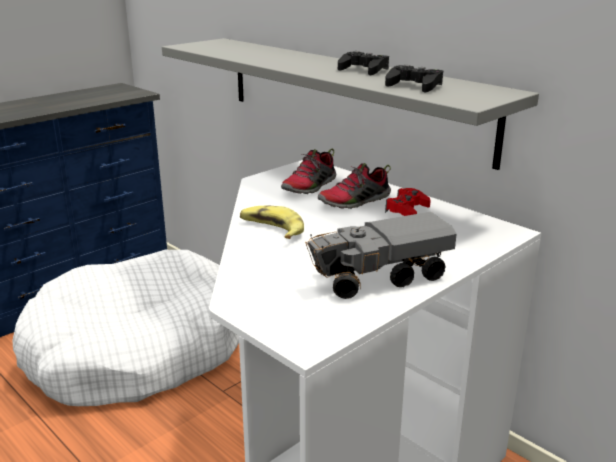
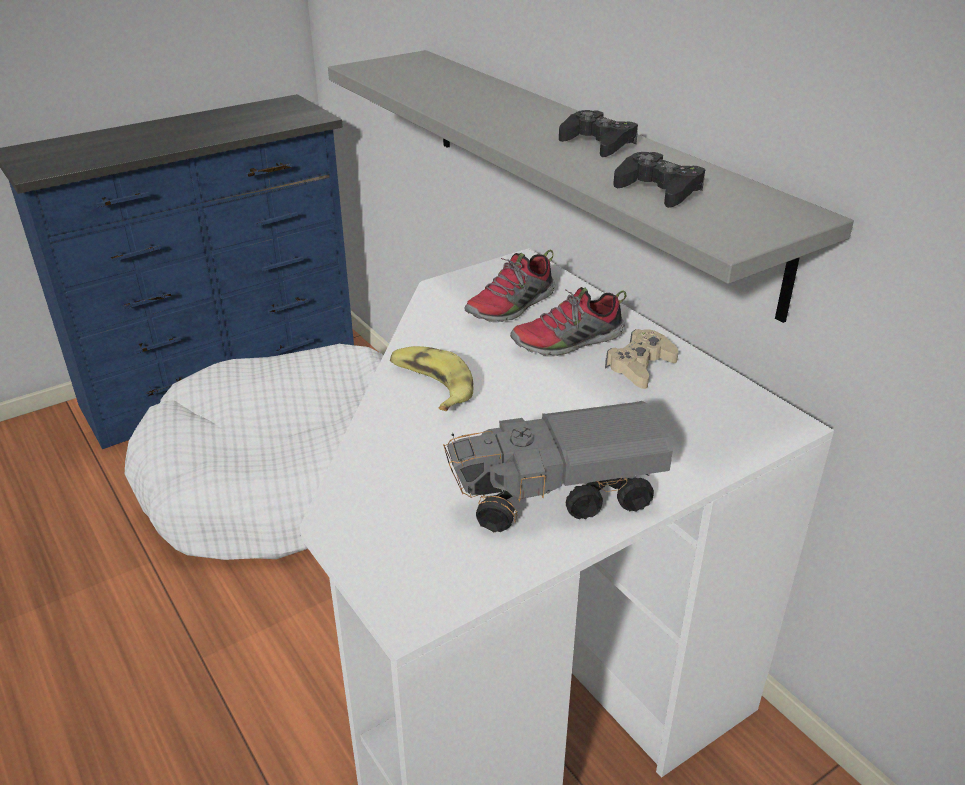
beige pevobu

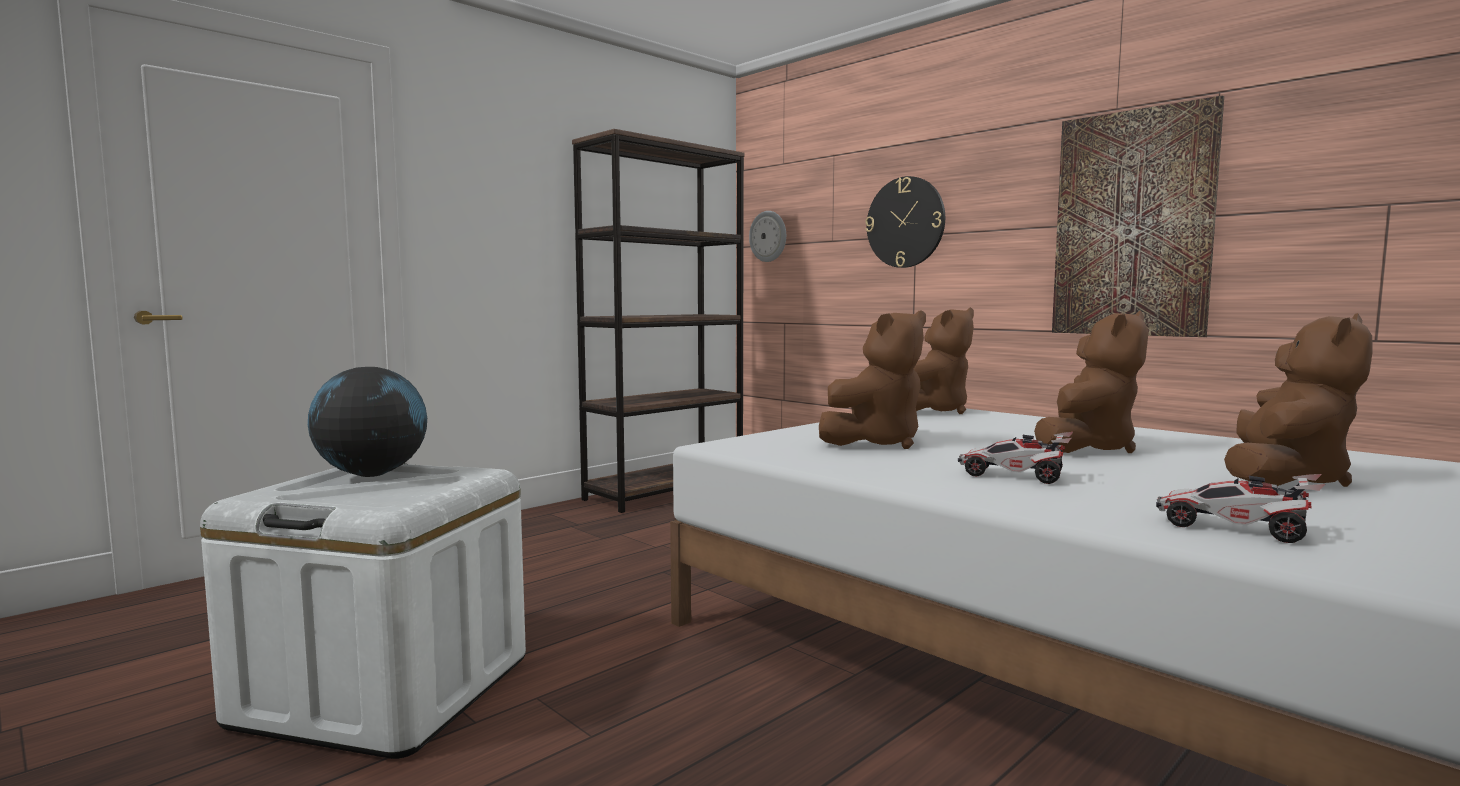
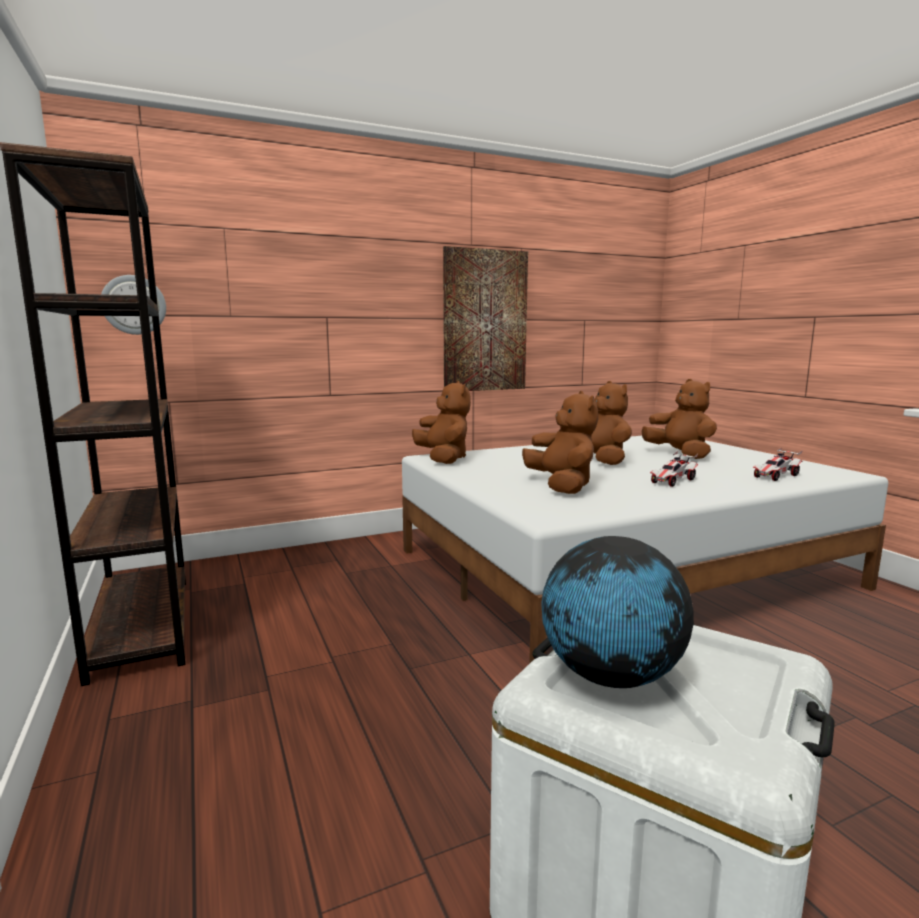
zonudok (2nd from left in the first image)

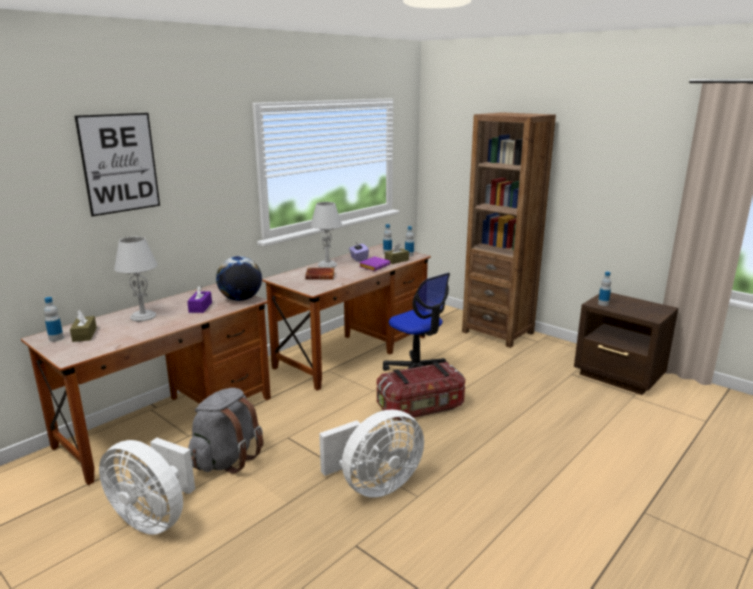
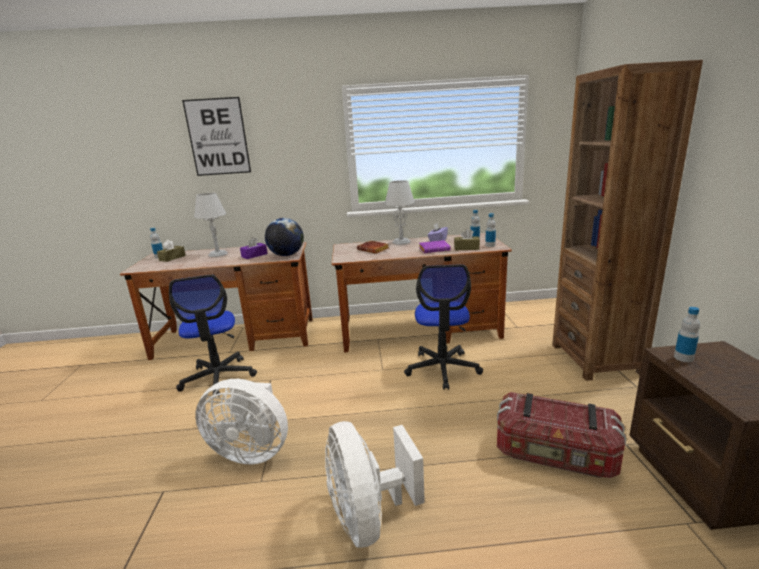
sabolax (1st from left); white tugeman (2nd from left); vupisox

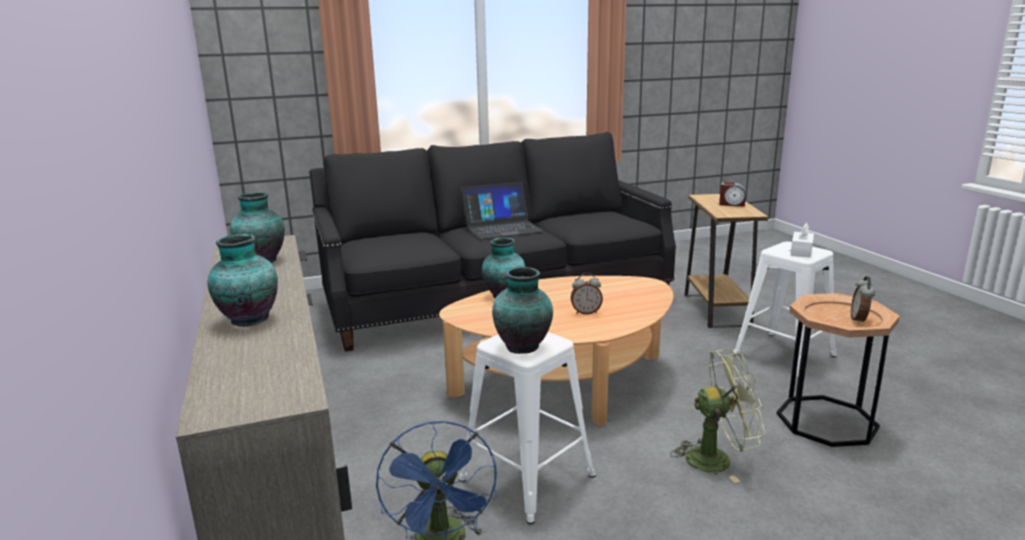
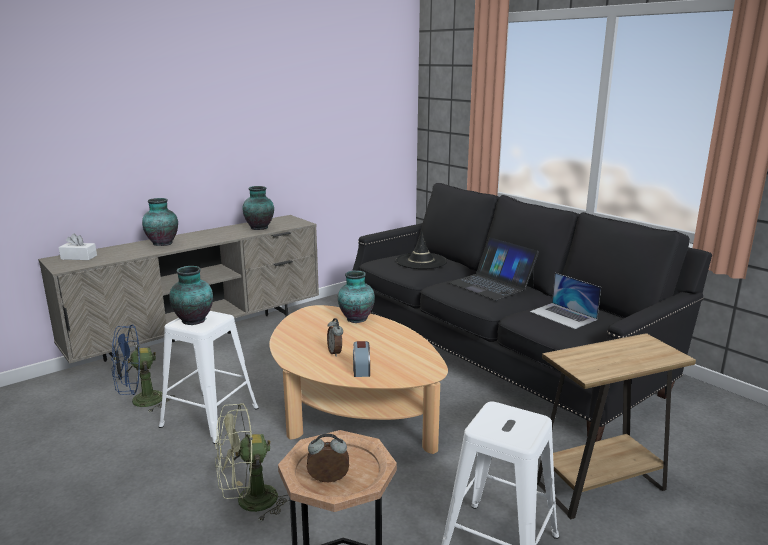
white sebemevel; green tugeman; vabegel (3rd from left); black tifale; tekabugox (2nd from left)

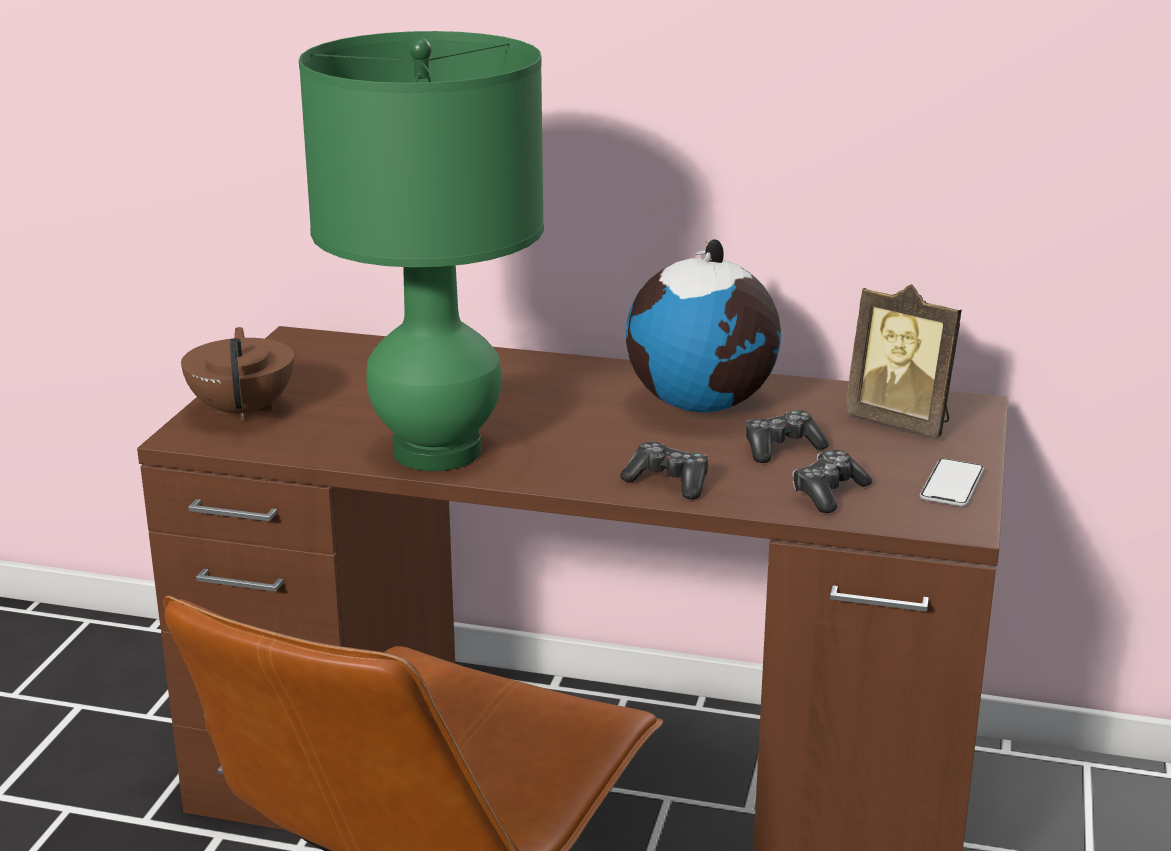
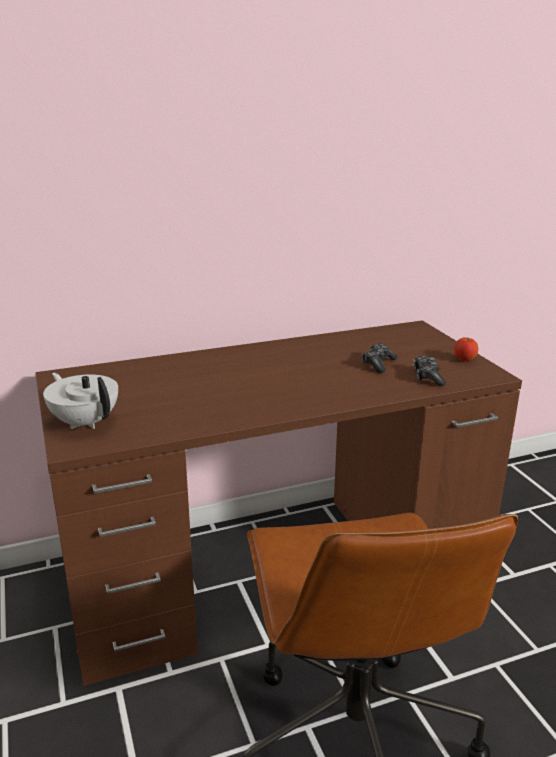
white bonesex; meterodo; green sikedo; pevobu (1st from left in the first image); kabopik; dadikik

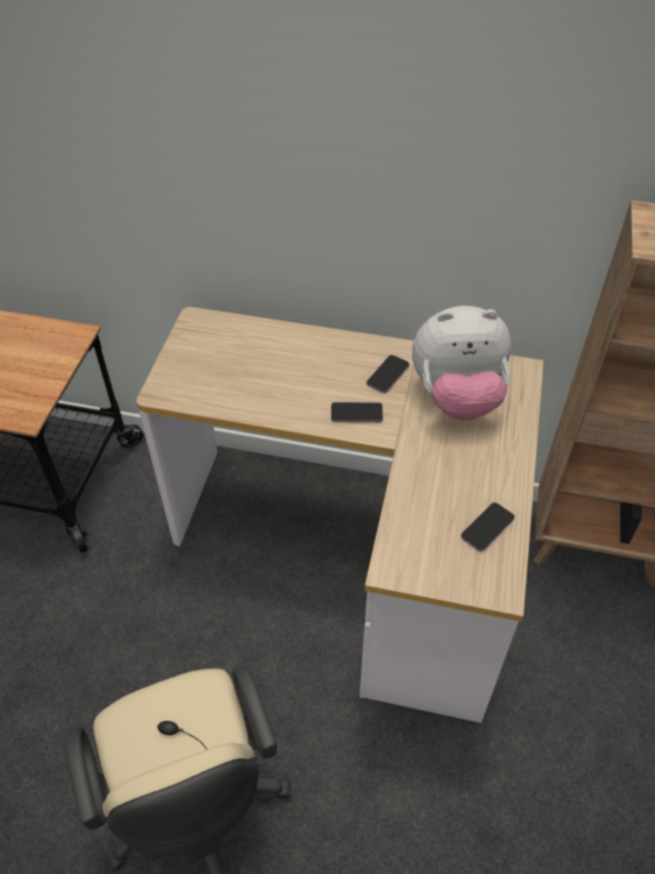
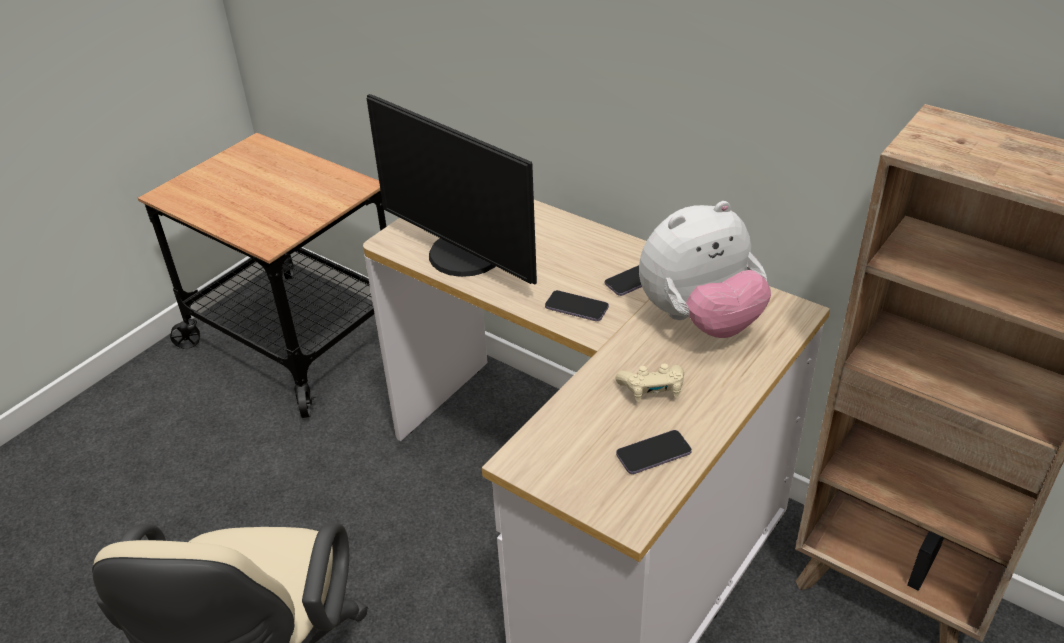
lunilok; beige pevobu; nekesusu

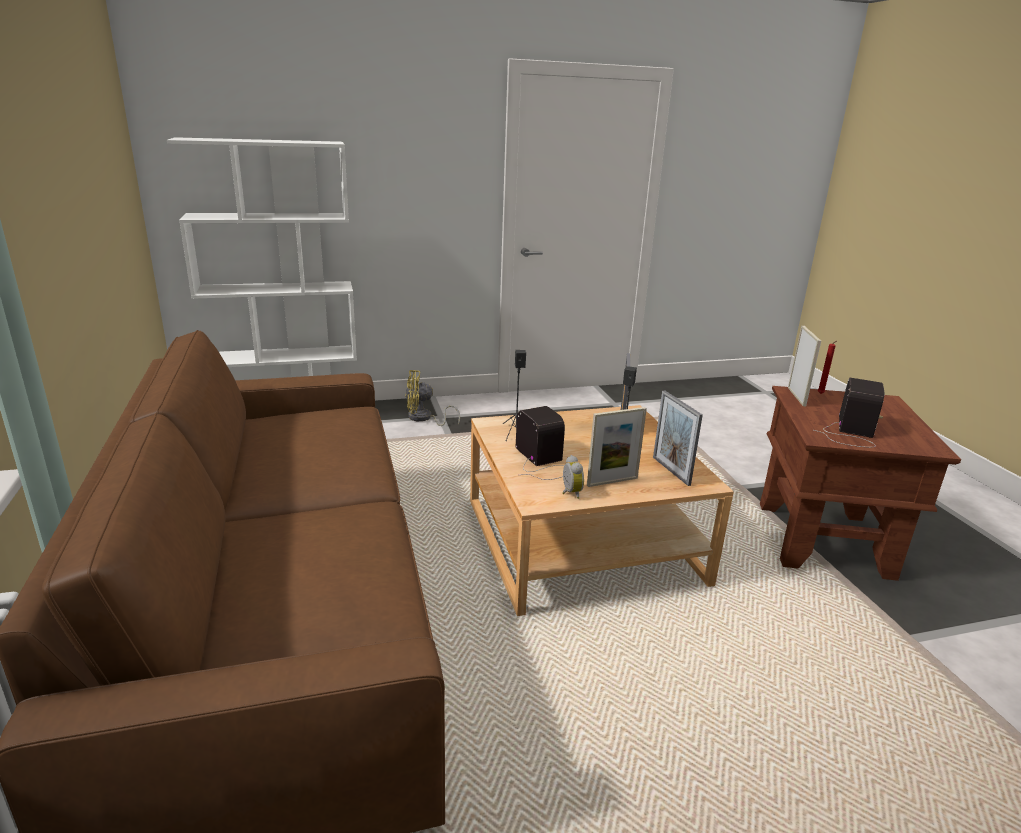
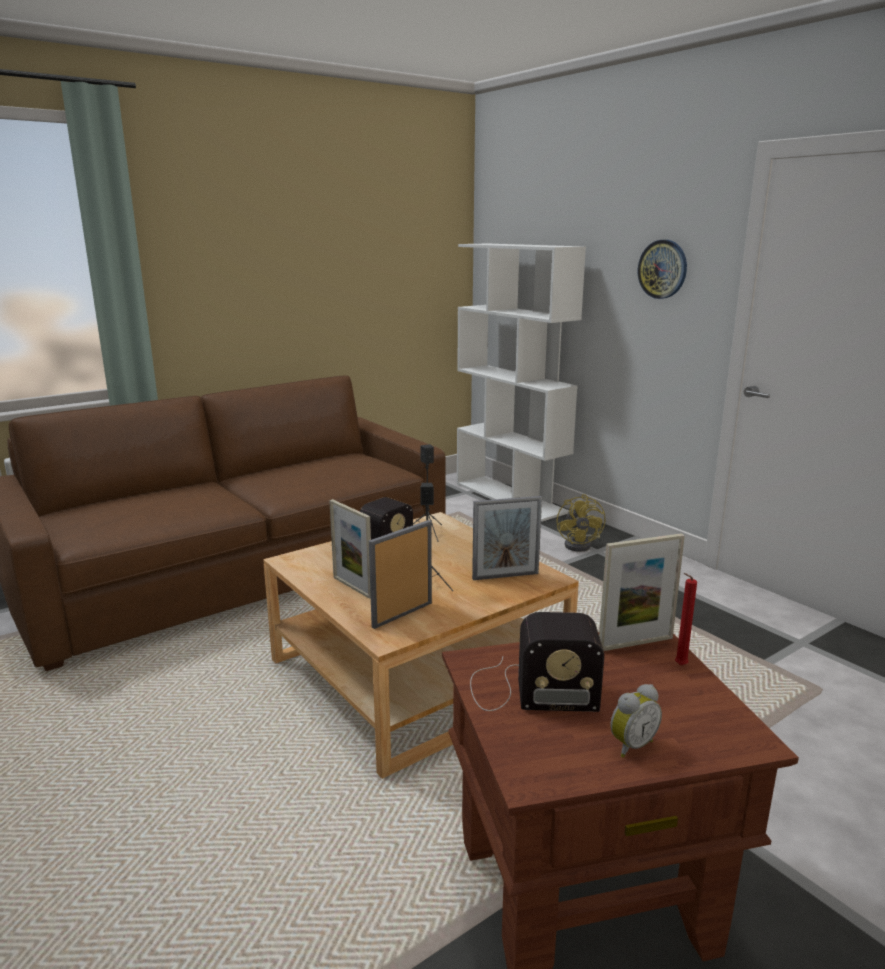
yellow tugeman; vabegel; zonudok

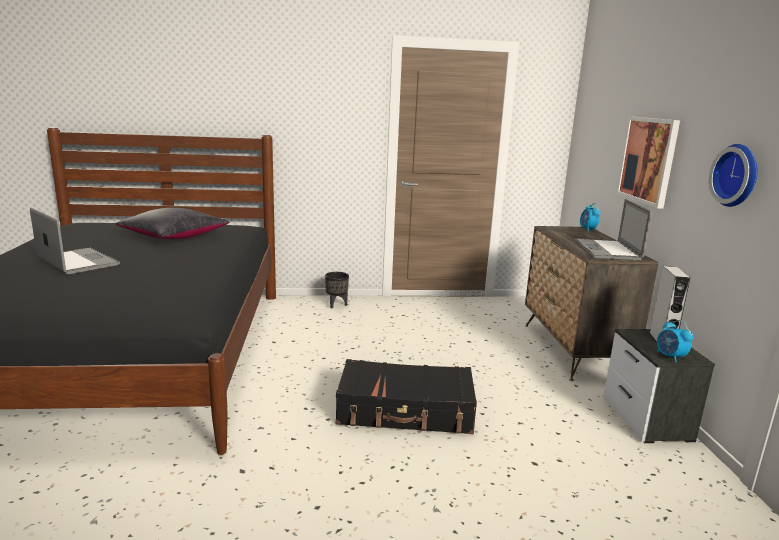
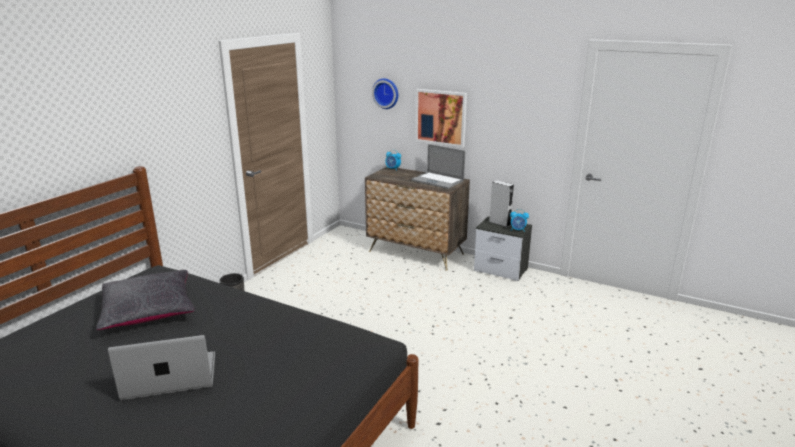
zonudok; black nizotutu

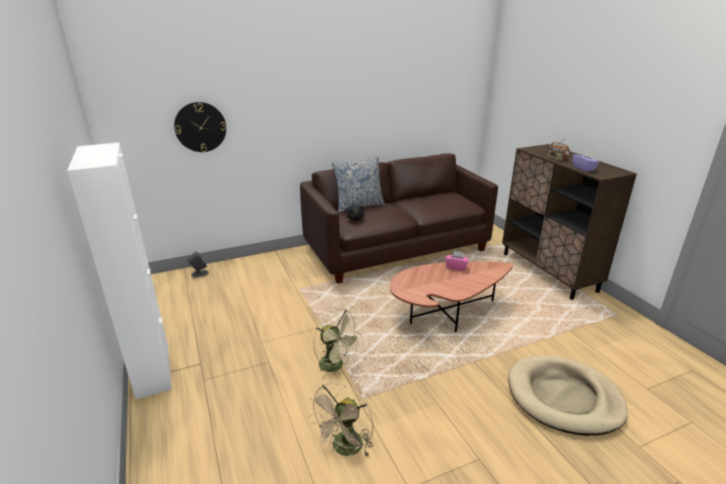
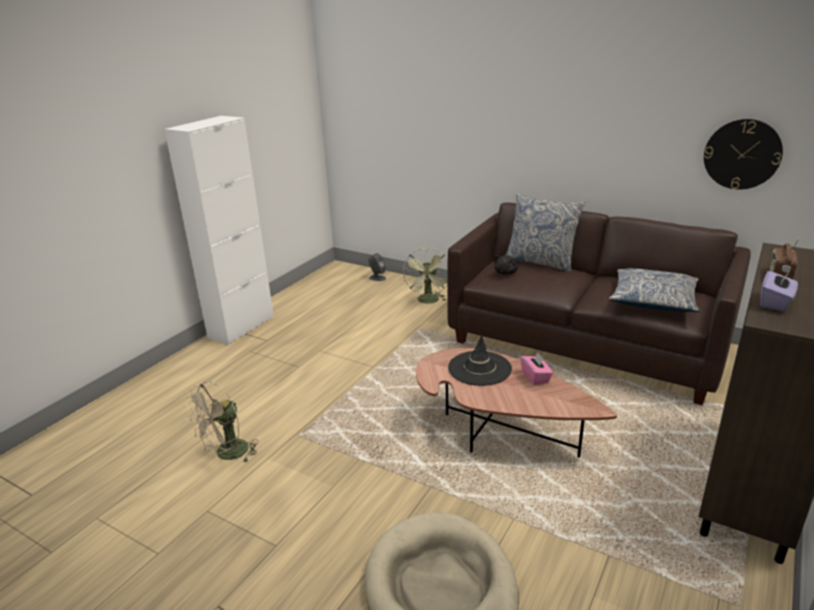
beige tugeman; green tugeman; black tifale; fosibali (2nd from left); zonudok

